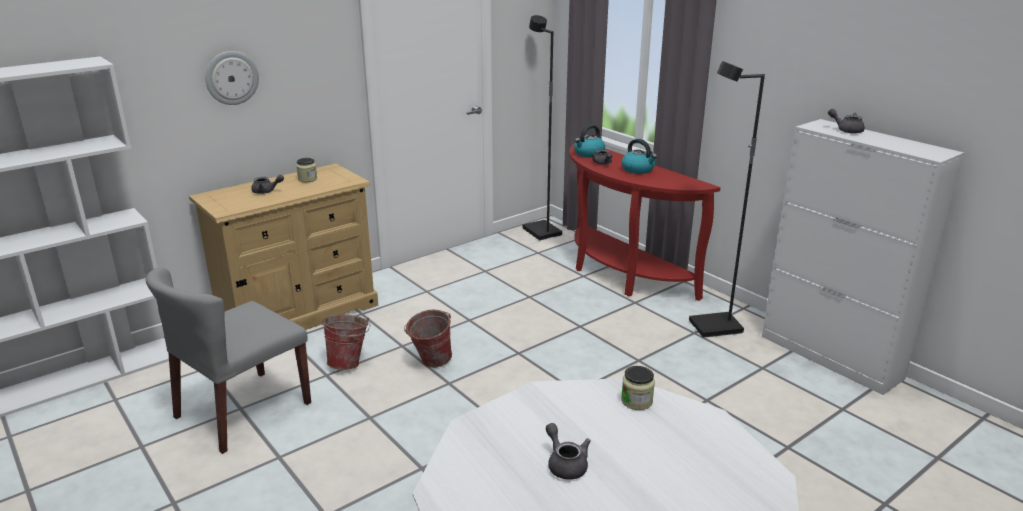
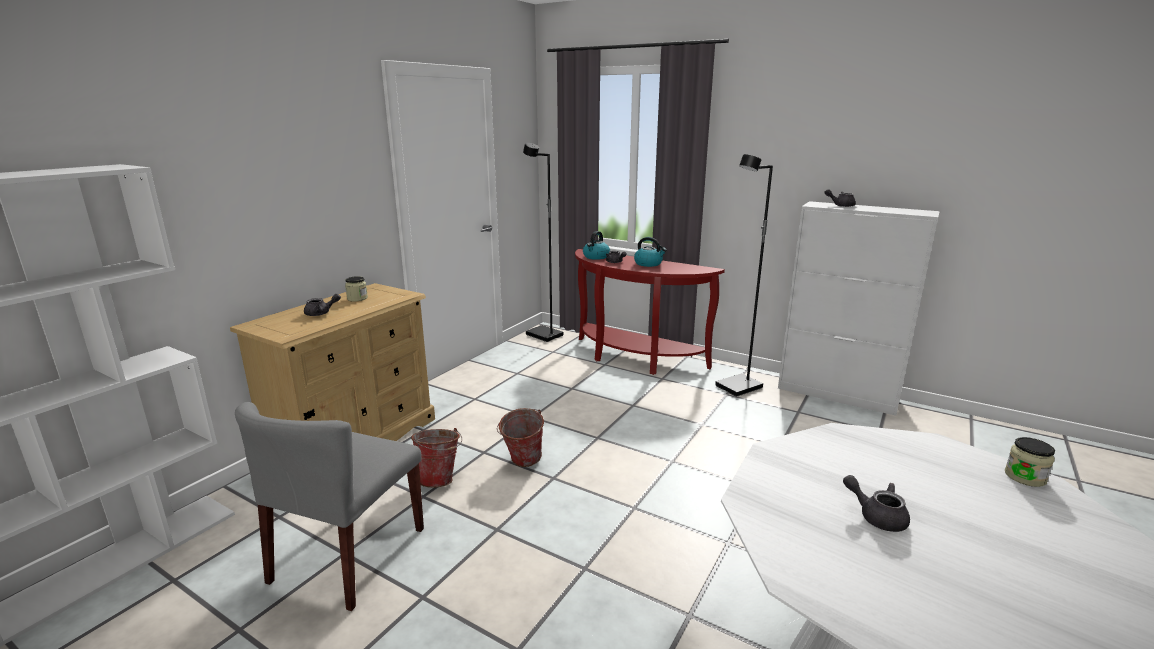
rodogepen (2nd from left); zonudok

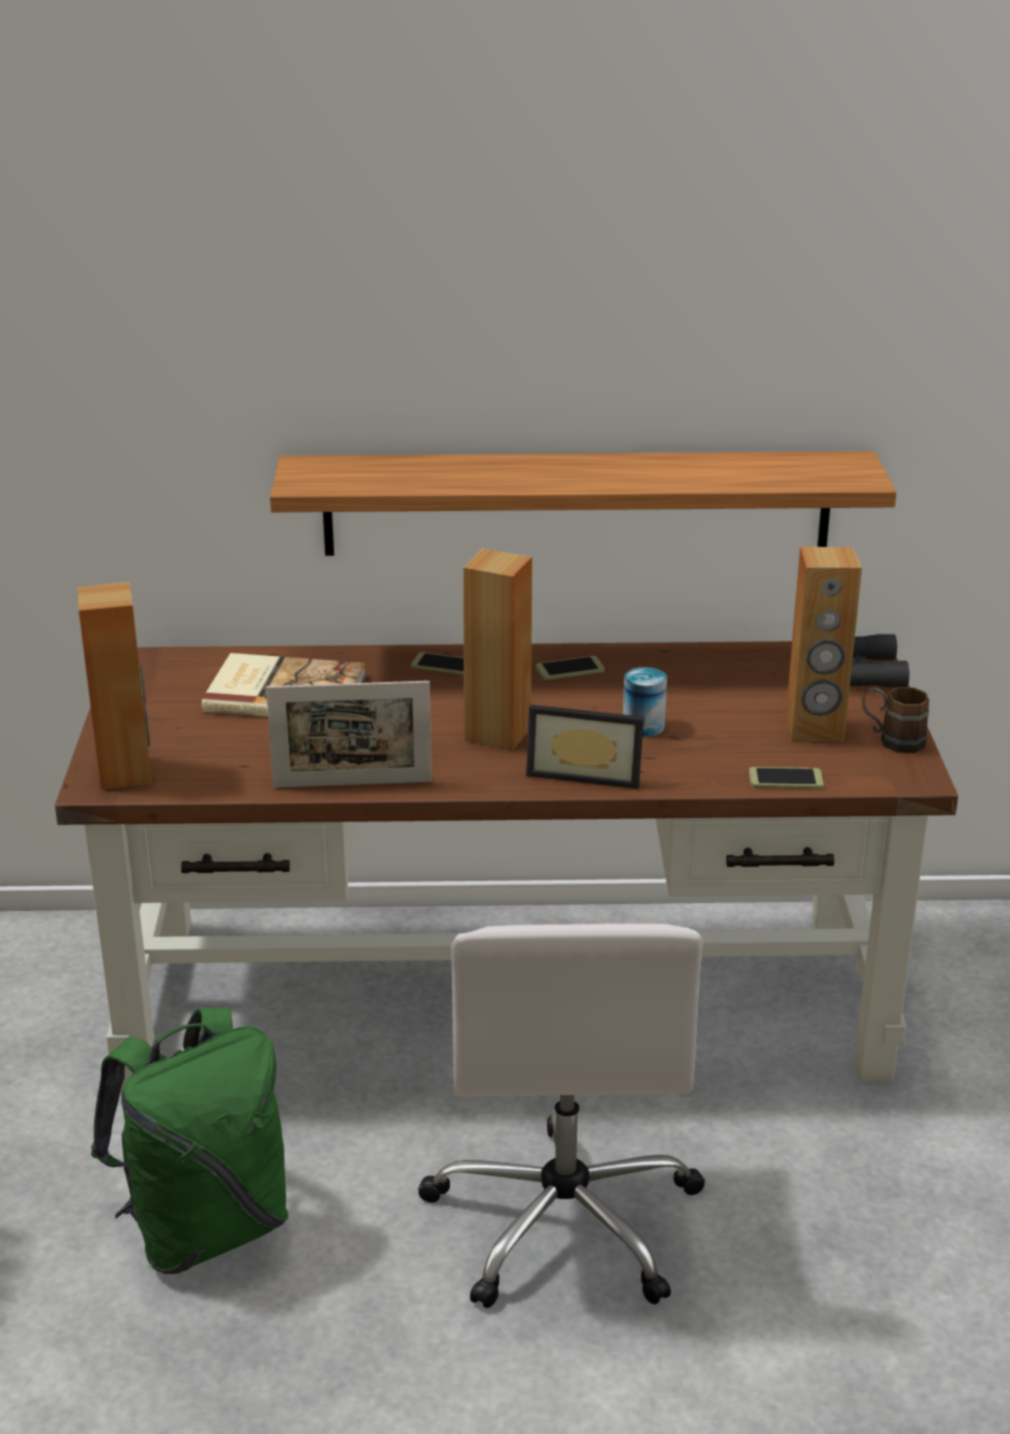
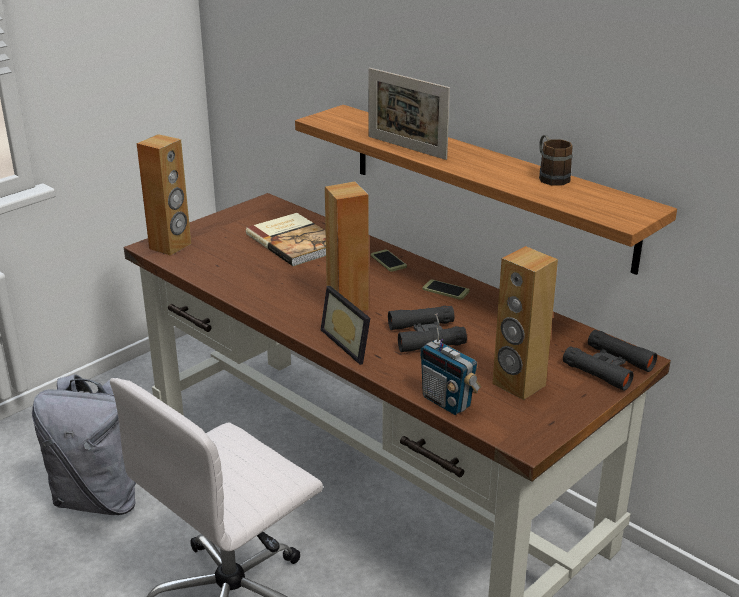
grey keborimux; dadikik (2nd from left); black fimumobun (1st from left); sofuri; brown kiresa

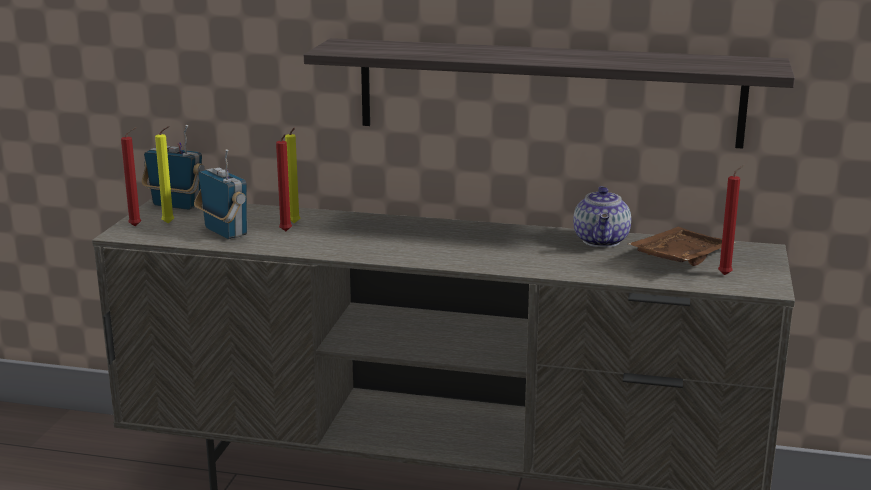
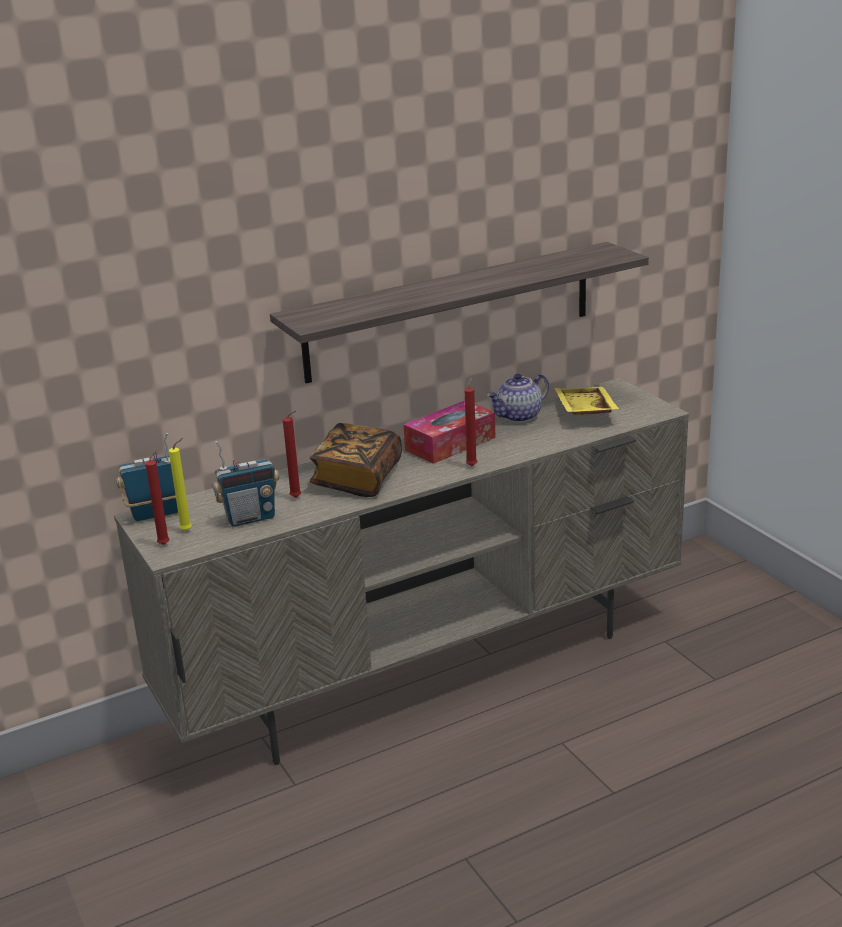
sofuri (2nd from left); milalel; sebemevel; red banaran (3rd from left); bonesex; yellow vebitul; yellow banaran (2nd from left in the first image)

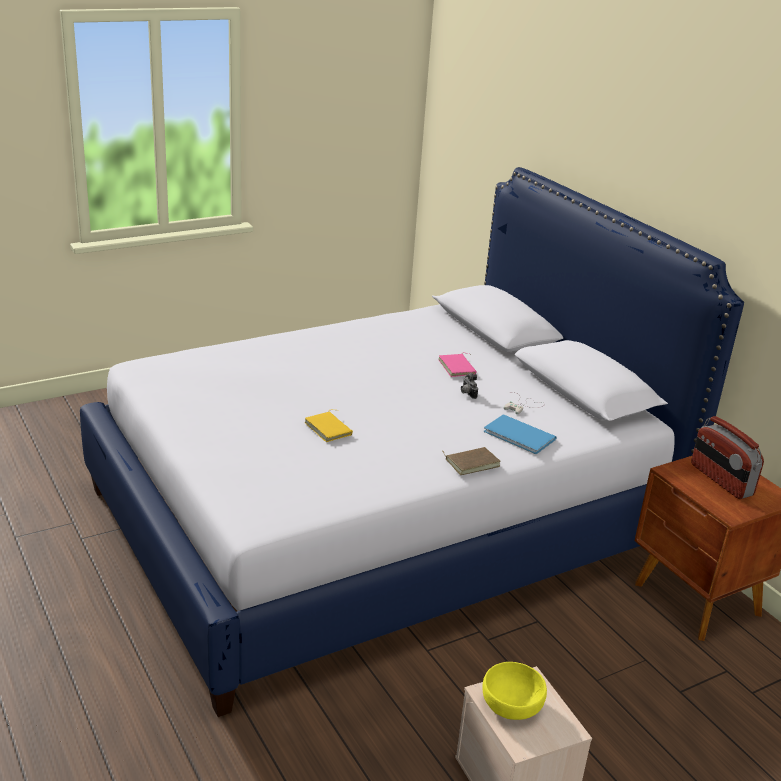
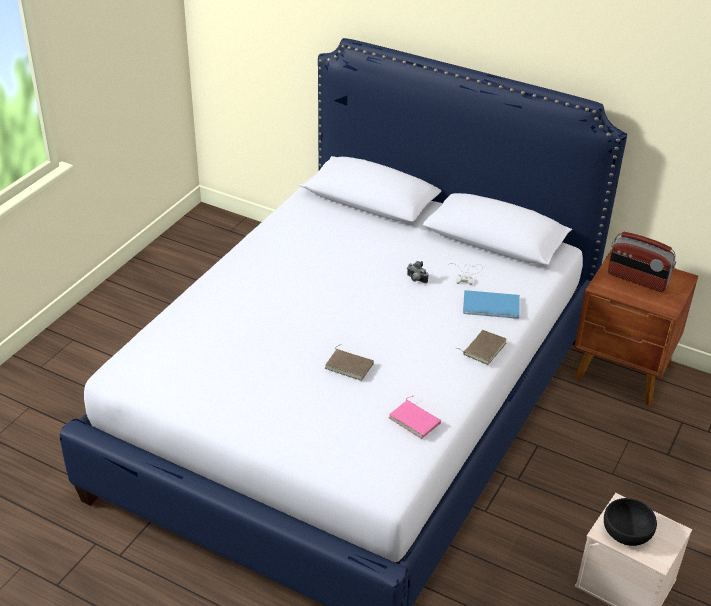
brown milalel (1st from left); pink milalel; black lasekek

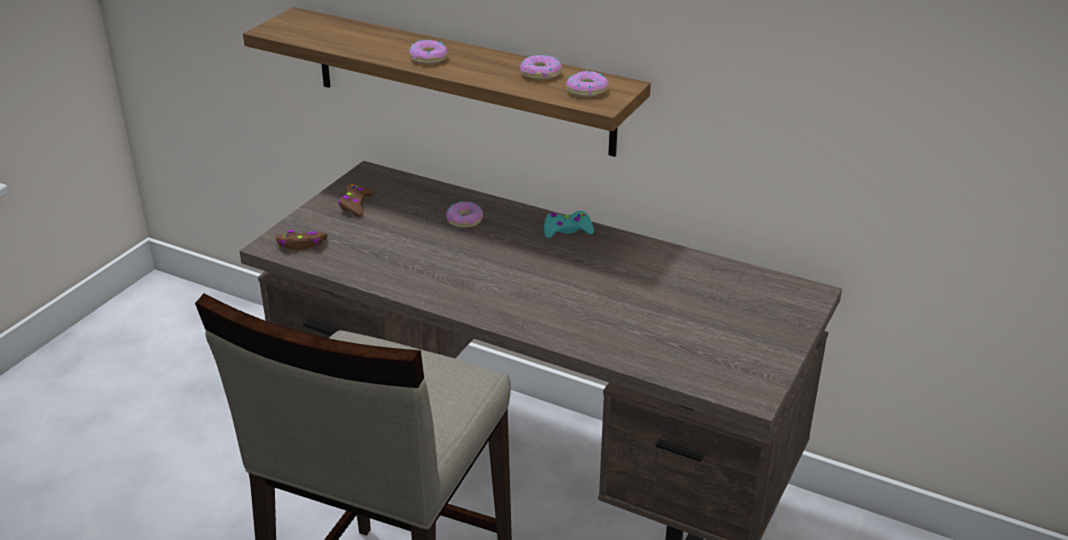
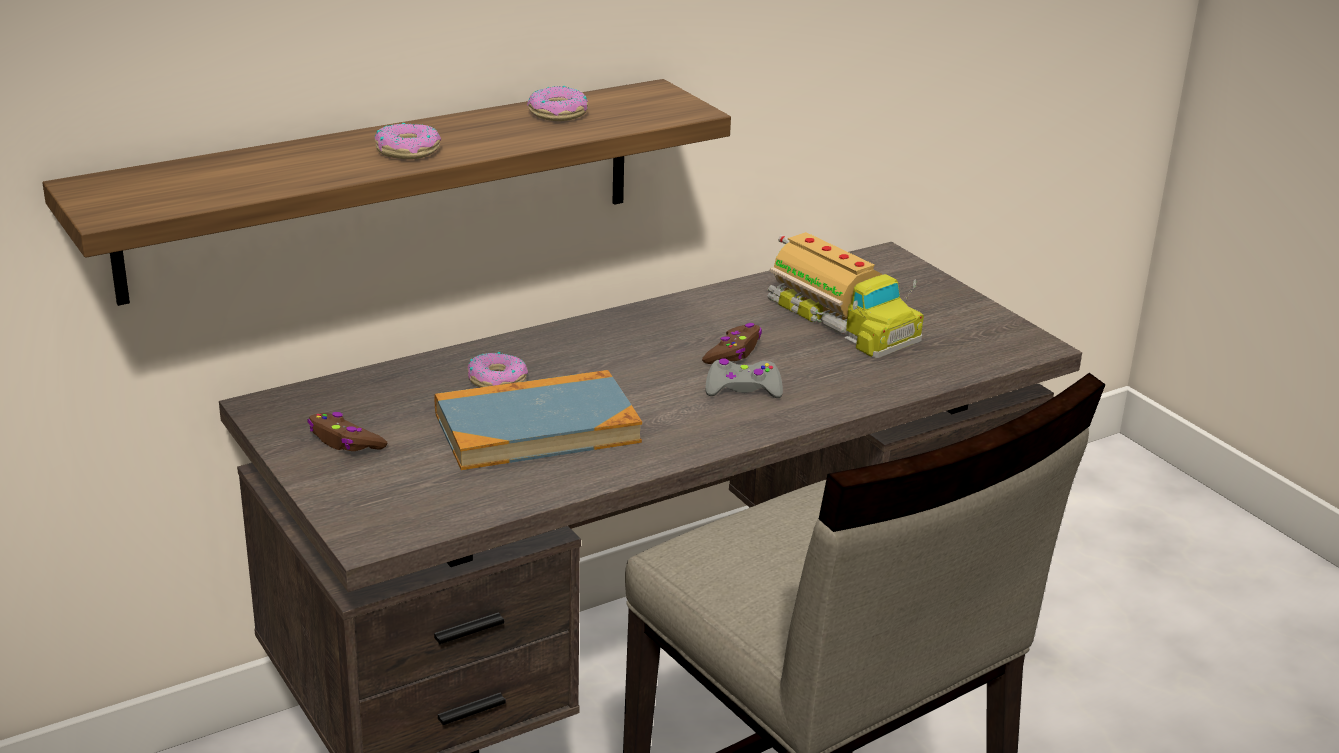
milalel; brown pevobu (2nd from left); grey pevobu; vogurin; turquoise pevobu; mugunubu (4th from left in the first image)

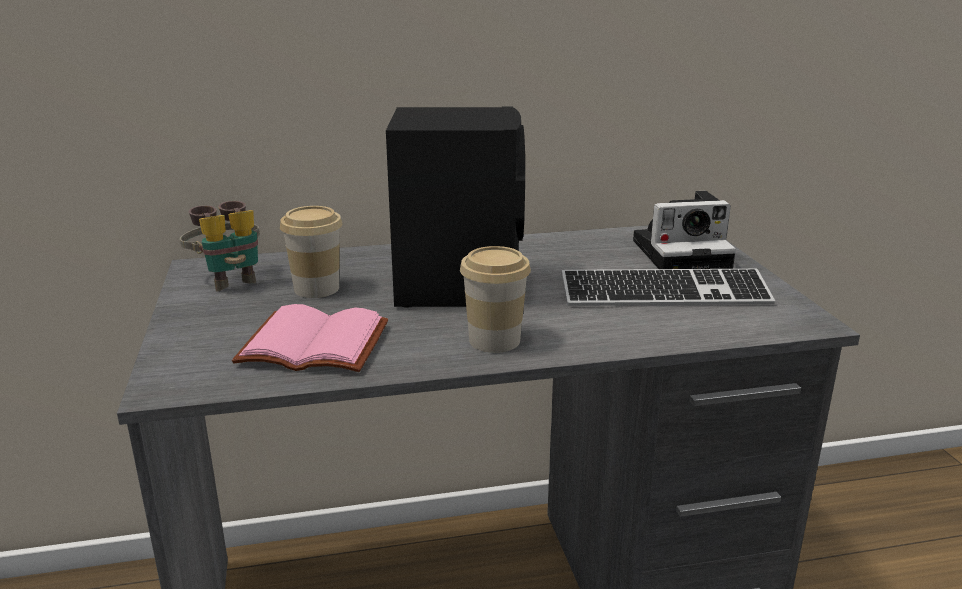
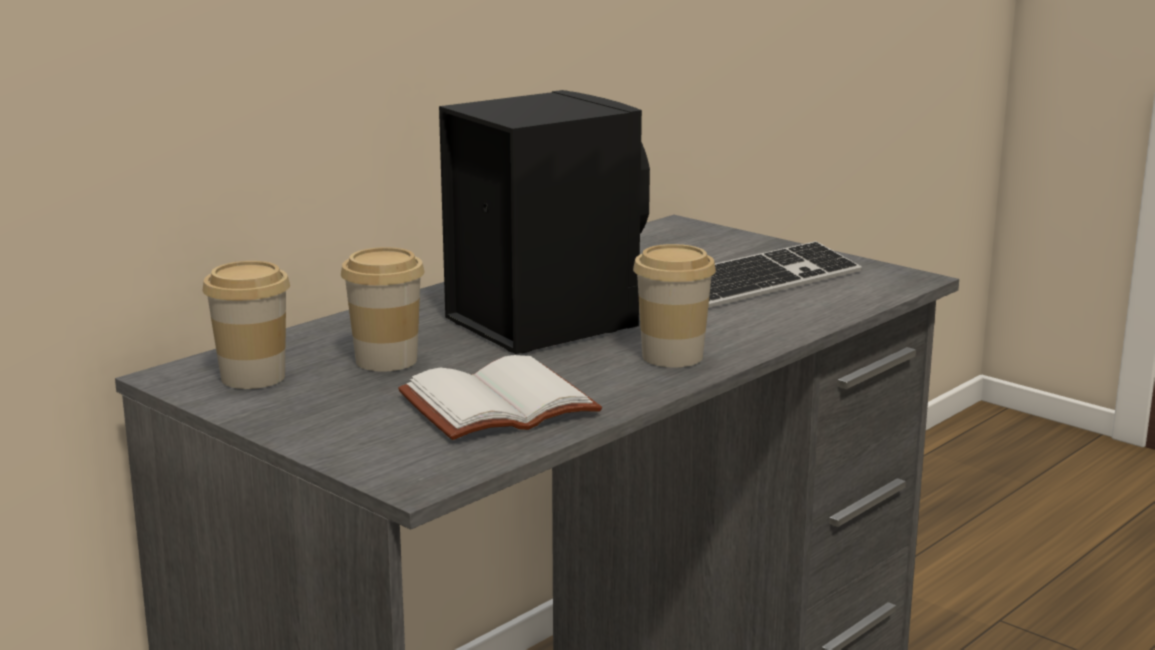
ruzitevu (1st from left); white milalel; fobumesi

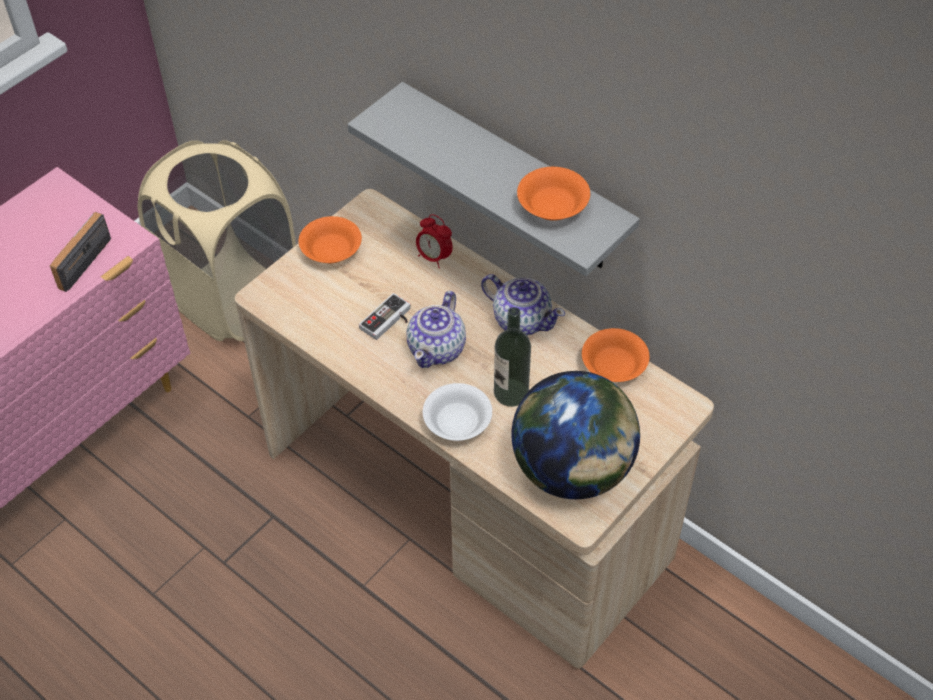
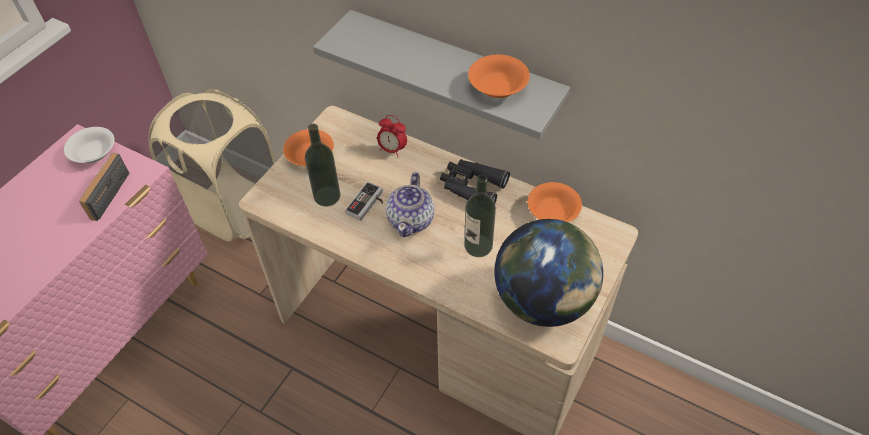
white lasekek; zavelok (1st from left); black fimumobun

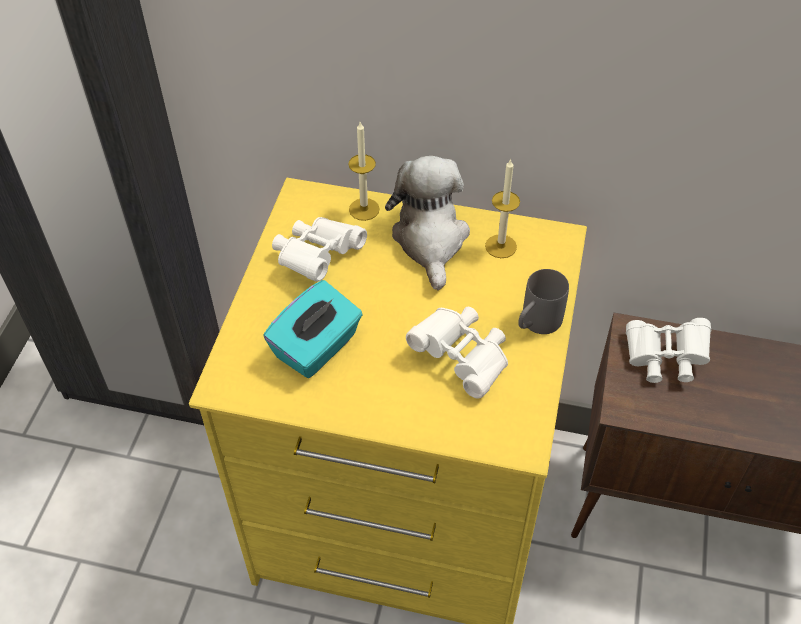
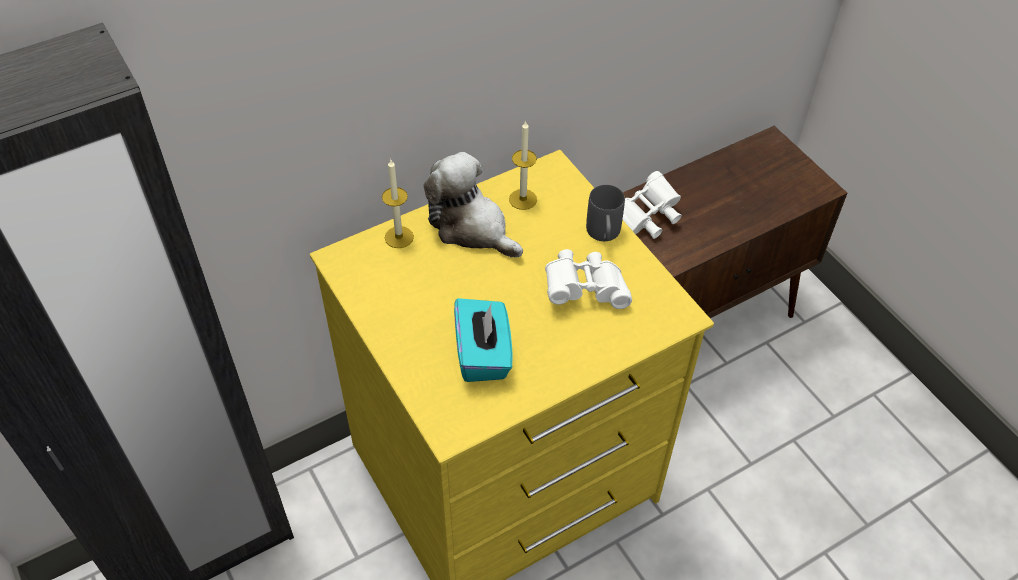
white fimumobun (1st from left in the first image)

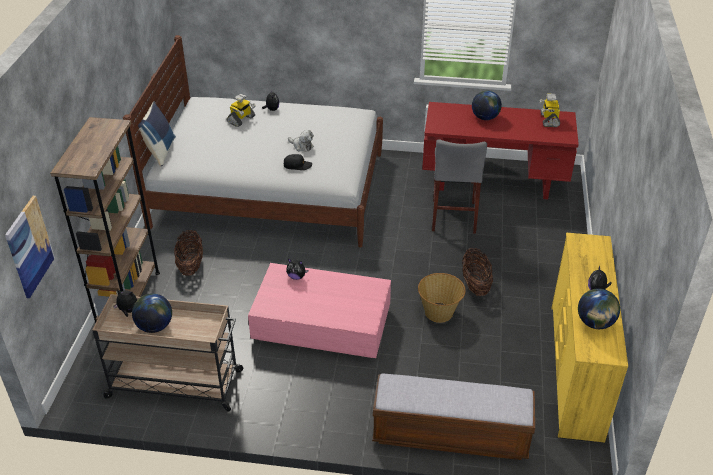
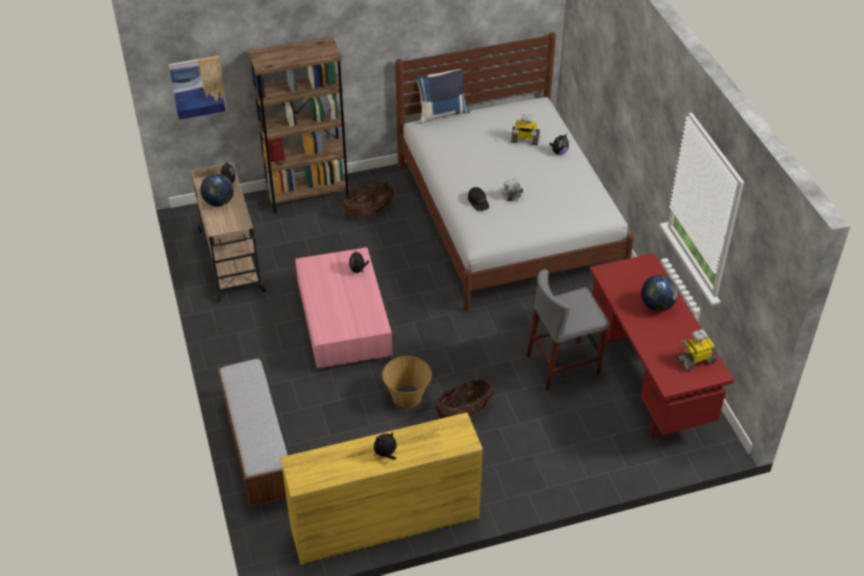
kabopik (3rd from left in the first image)

